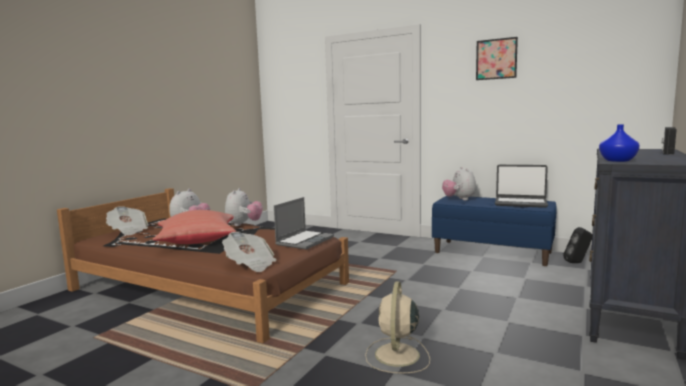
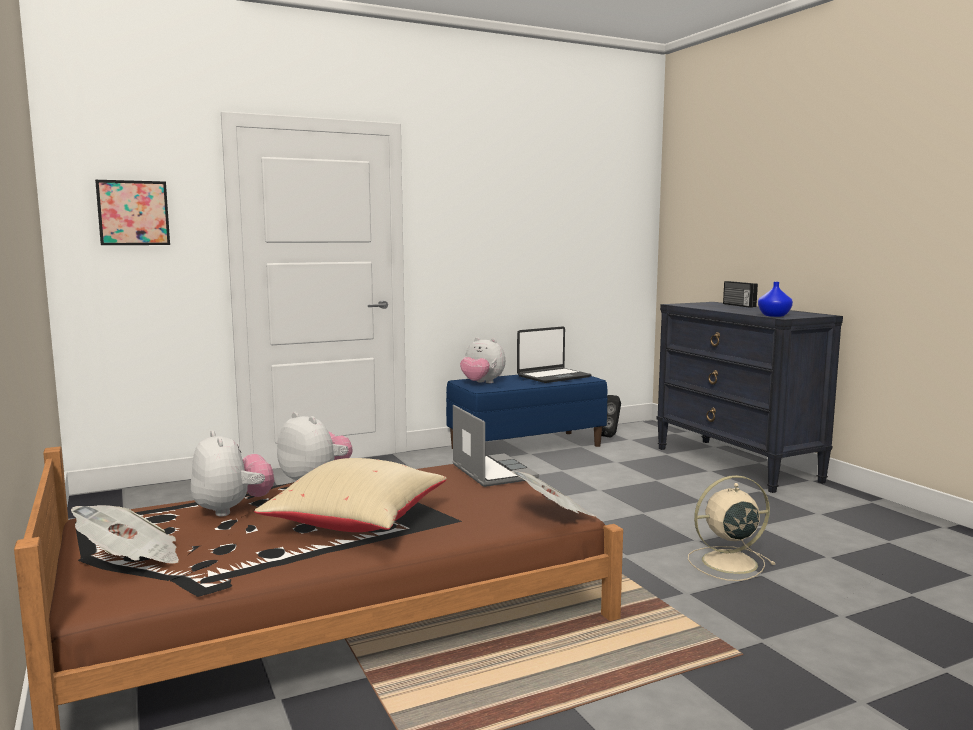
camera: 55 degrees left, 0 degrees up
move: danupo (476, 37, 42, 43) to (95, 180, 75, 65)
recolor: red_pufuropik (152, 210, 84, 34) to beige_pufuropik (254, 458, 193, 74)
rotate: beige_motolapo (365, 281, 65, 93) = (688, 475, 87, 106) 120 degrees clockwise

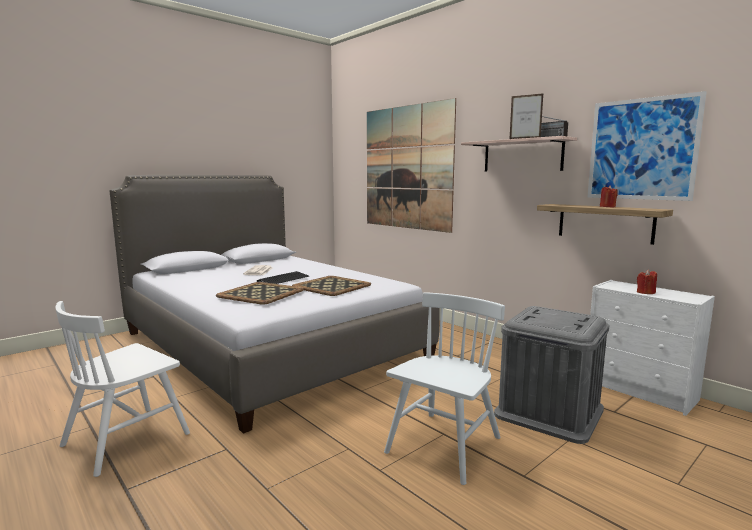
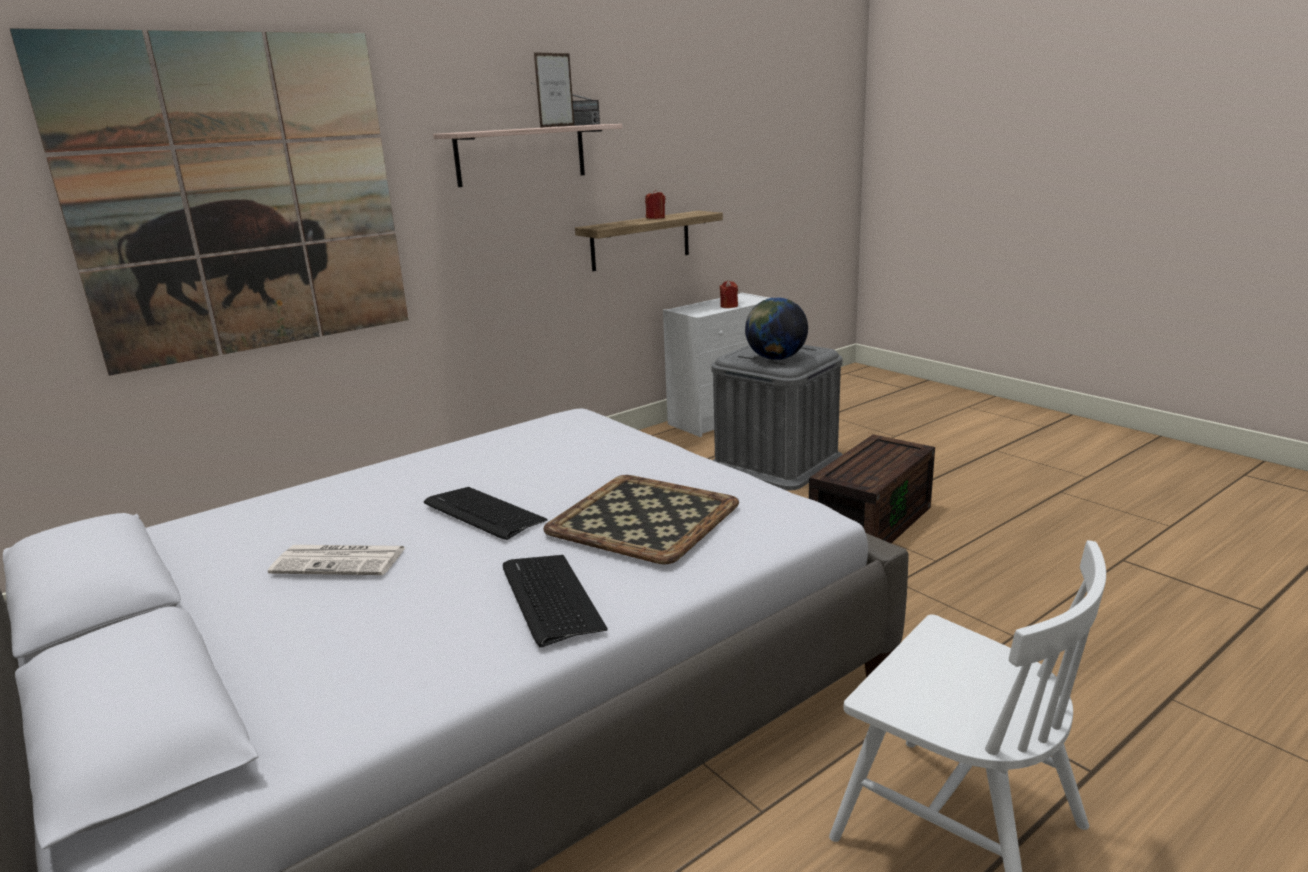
camera: 85 degrees left, 10 degrees up
delete: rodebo (292, 276, 79, 20); danupo (587, 91, 120, 110)
insert: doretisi (503, 555, 105, 92); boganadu (745, 297, 63, 63)
replace: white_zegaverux (384, 292, 121, 193) to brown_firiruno (809, 434, 126, 109)

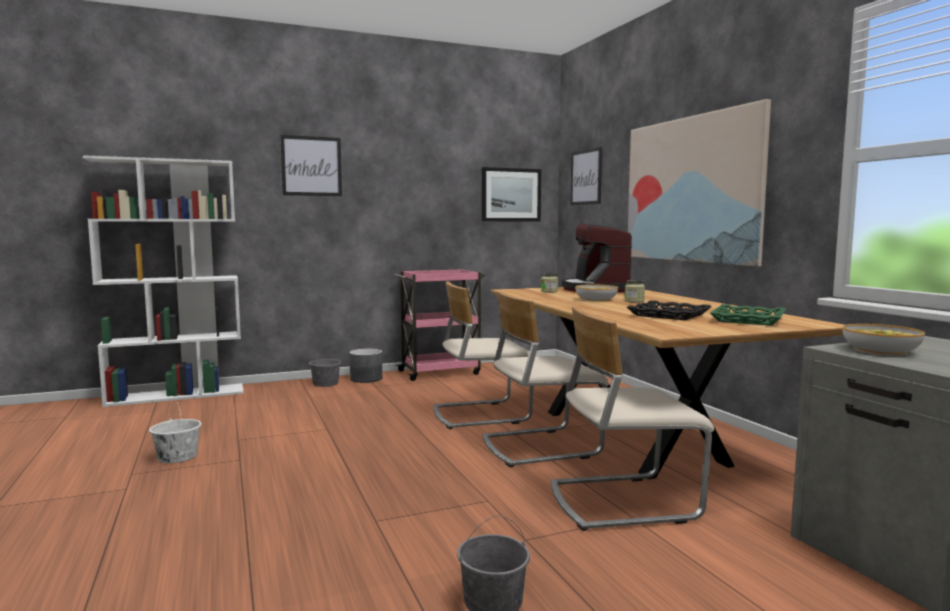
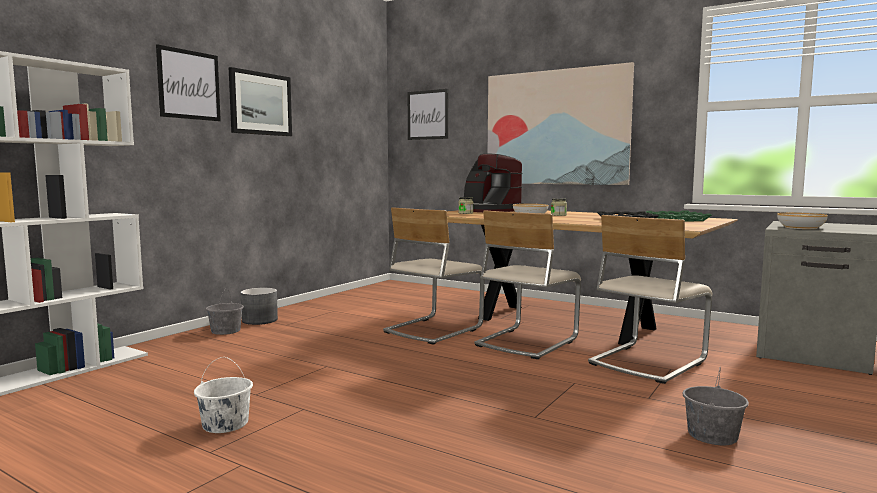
camera: 35 degrees left, 0 degrees up
delete: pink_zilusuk (395, 269, 91, 112)
move: danupo (482, 167, 59, 54) to (229, 67, 63, 69)

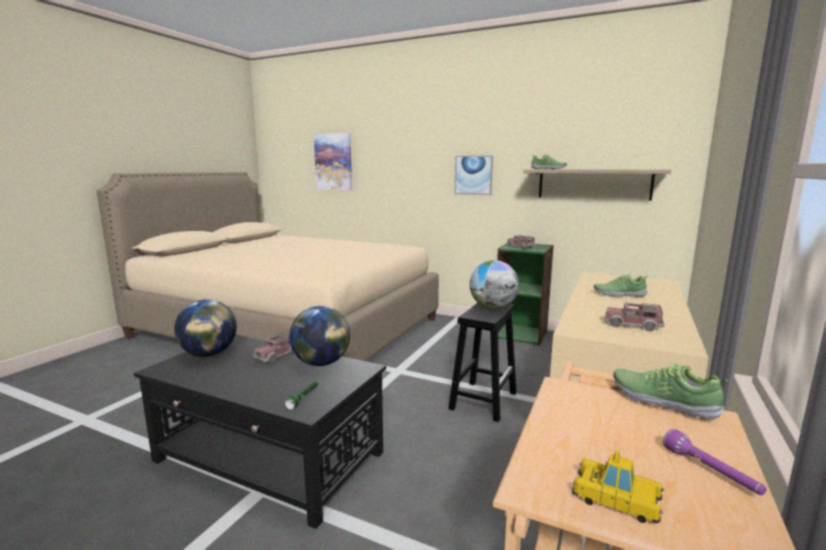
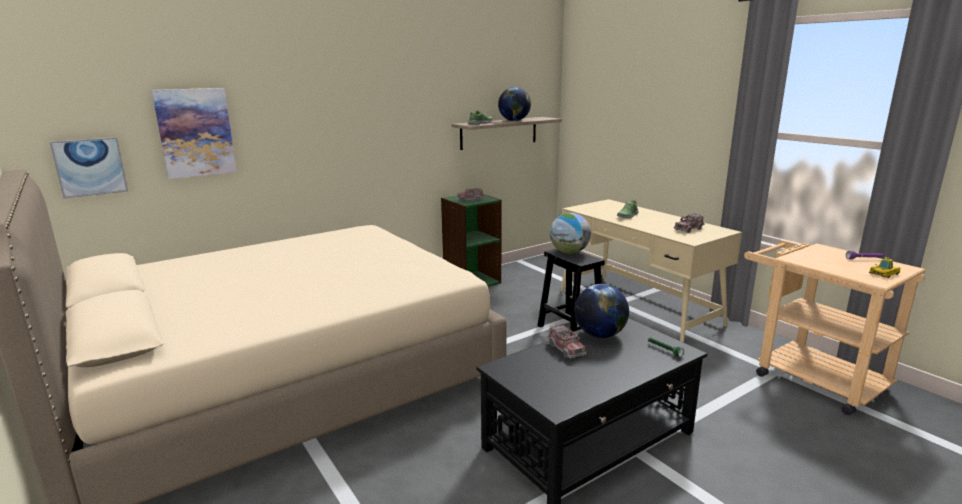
camera: 60 degrees left, 5 degrees up
delete: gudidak (613, 363, 116, 57)
move: boganadu (174, 299, 63, 58) to (498, 87, 33, 34); danupo (455, 155, 38, 40) to (50, 137, 78, 62)

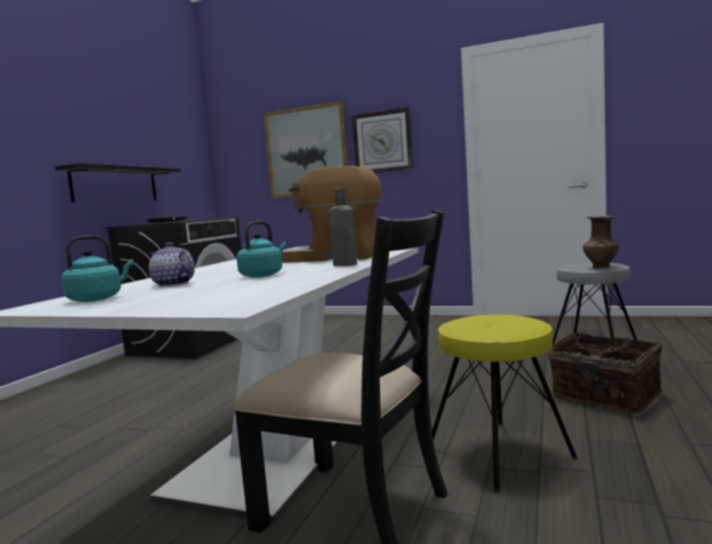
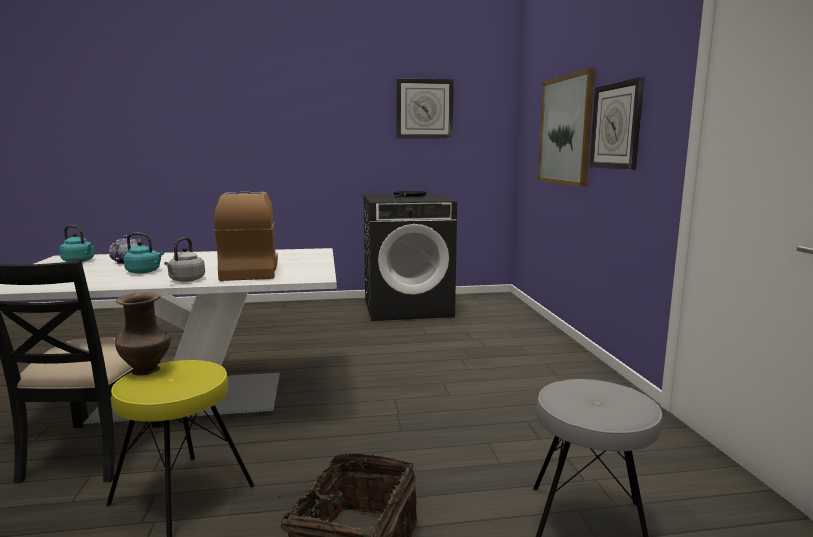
camera: 60 degrees right, 5 degrees up
delete: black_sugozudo (55, 163, 126, 39)
insert: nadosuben (396, 78, 58, 61)
move: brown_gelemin (583, 216, 36, 53) to (115, 292, 56, 83)
replace: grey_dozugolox (329, 187, 28, 79) to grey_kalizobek (164, 237, 41, 45)

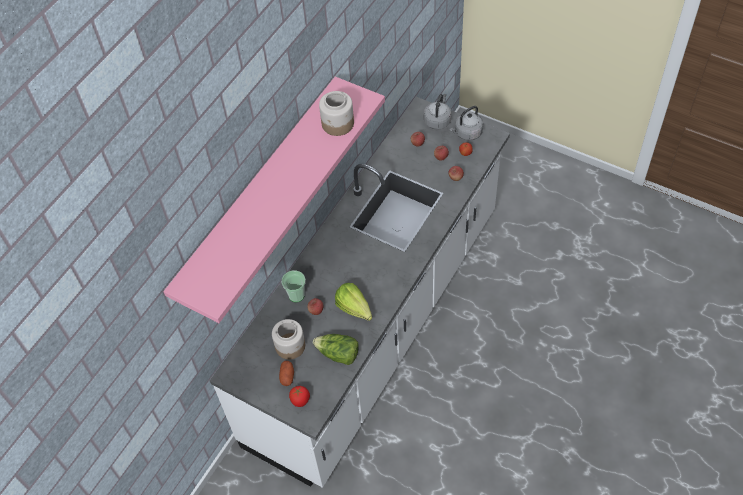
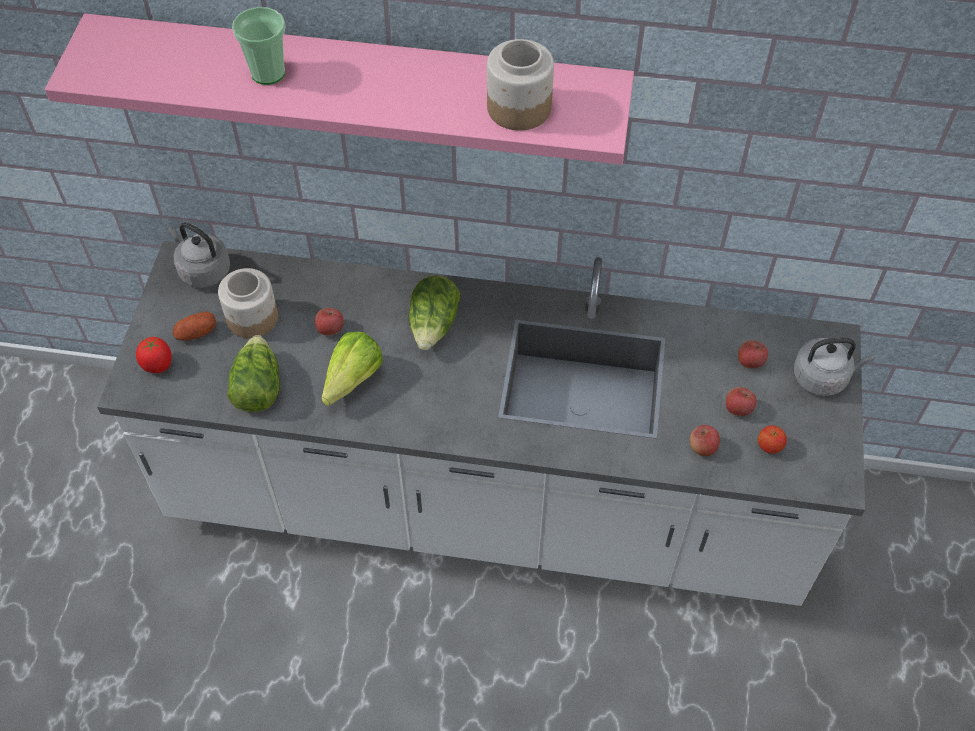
camera: 65 degrees right, 0 degrees up
insert: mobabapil (409, 276, 51, 74)
move: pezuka (282, 271, 24, 31) to (232, 7, 53, 78); grey_kalizobek (450, 106, 33, 35) to (168, 222, 62, 66)

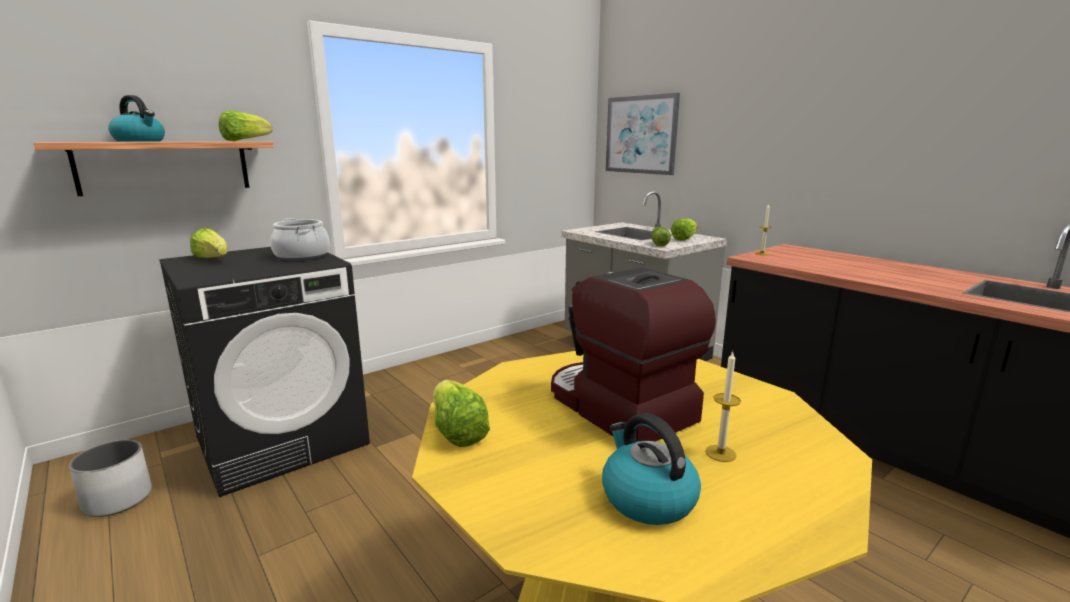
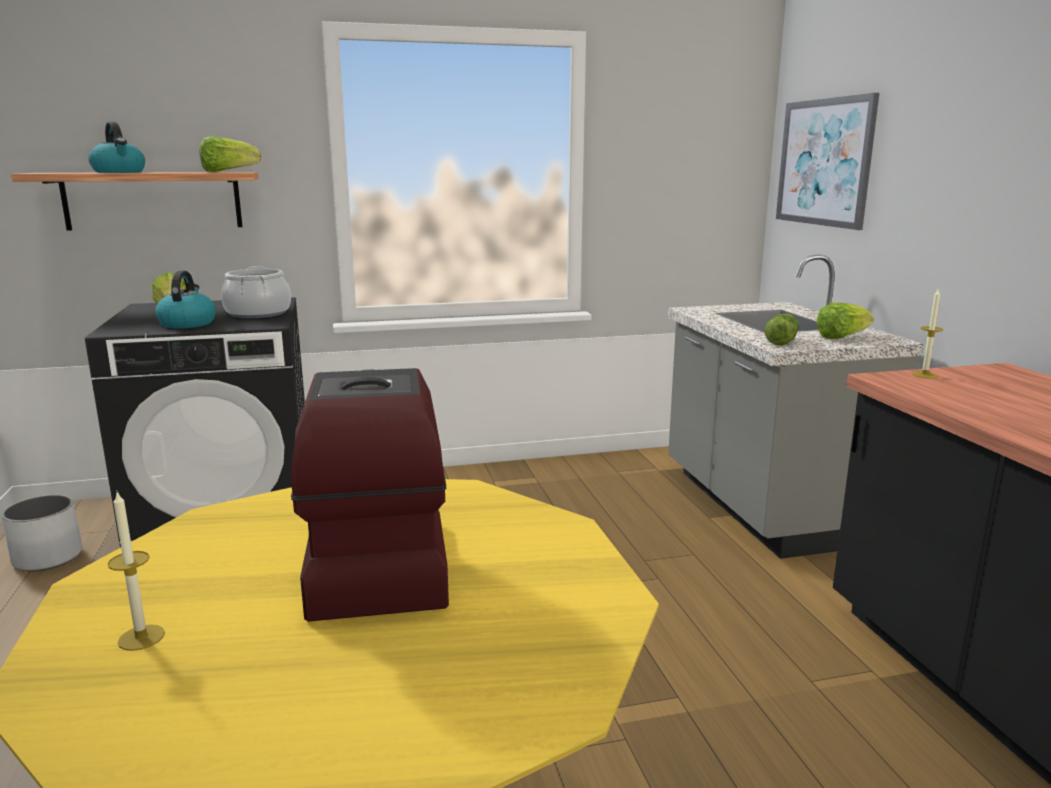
camera: 25 degrees right, 0 degrees up
delete: mobabapil (433, 380, 57, 67)
move: kalizobek (602, 413, 99, 112) to (155, 271, 61, 58); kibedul (705, 351, 36, 111) to (108, 492, 57, 159)

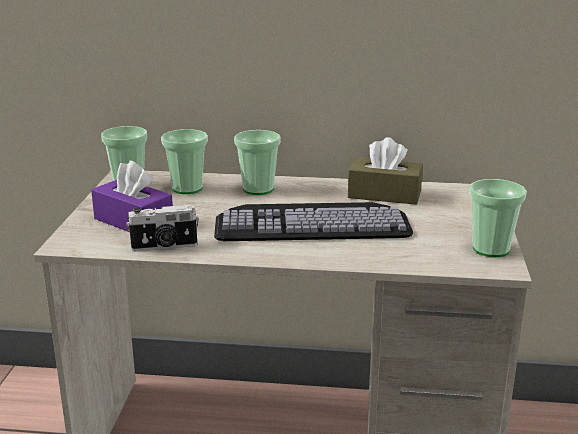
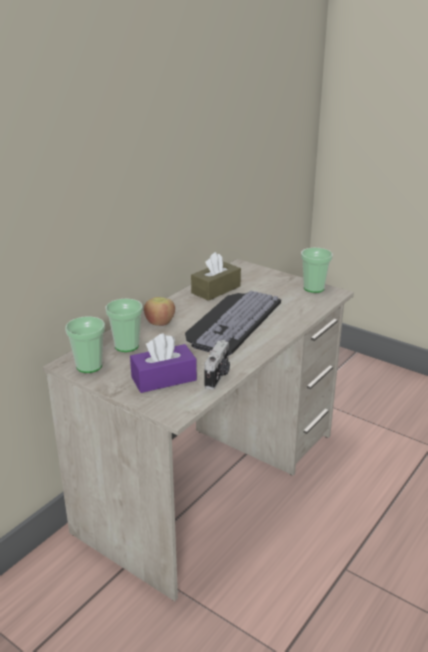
camera: 60 degrees left, 5 degrees up
replace: pezuka (234, 130, 47, 65) to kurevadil (144, 297, 31, 29)

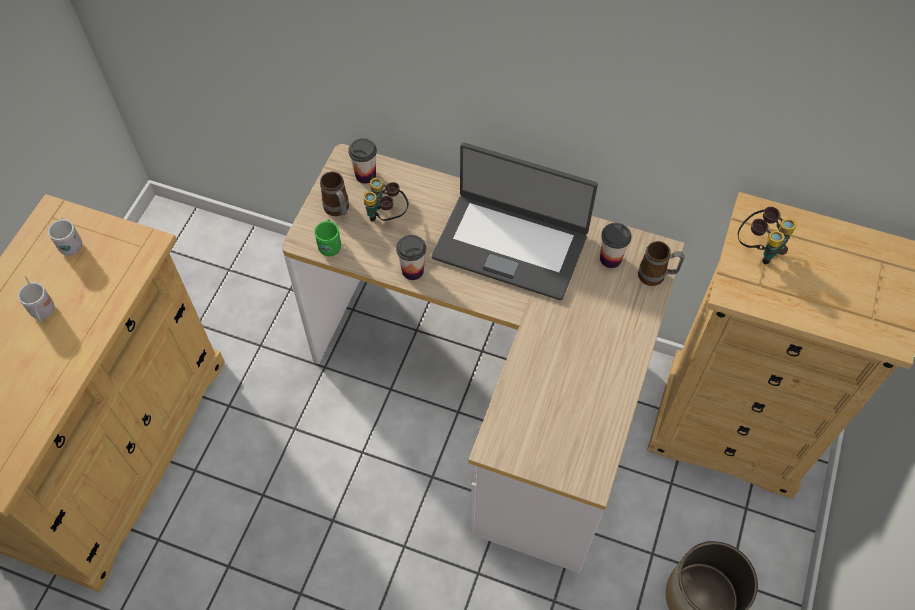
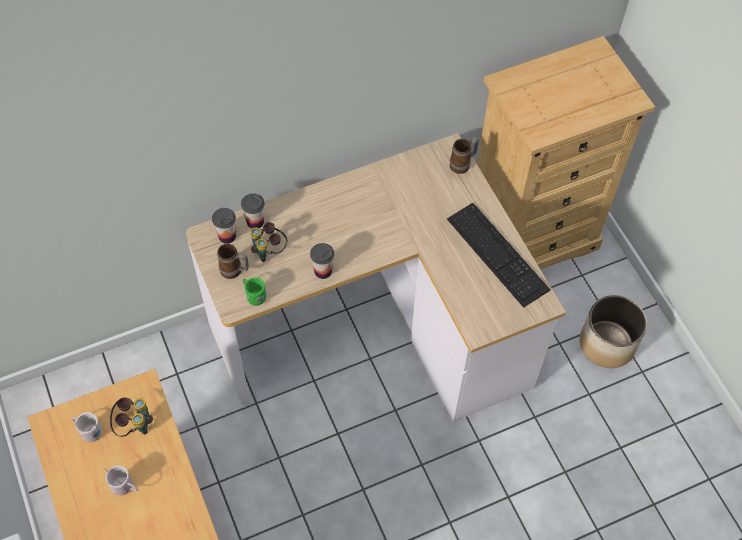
camera: 45 degrees left, 0 degrees up
delete: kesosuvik (432, 143, 166, 157)
insert: doretisi (447, 203, 103, 105)
move: pezuka (600, 223, 32, 45) to (241, 193, 24, 36); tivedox (738, 207, 59, 57) to (110, 397, 43, 40)

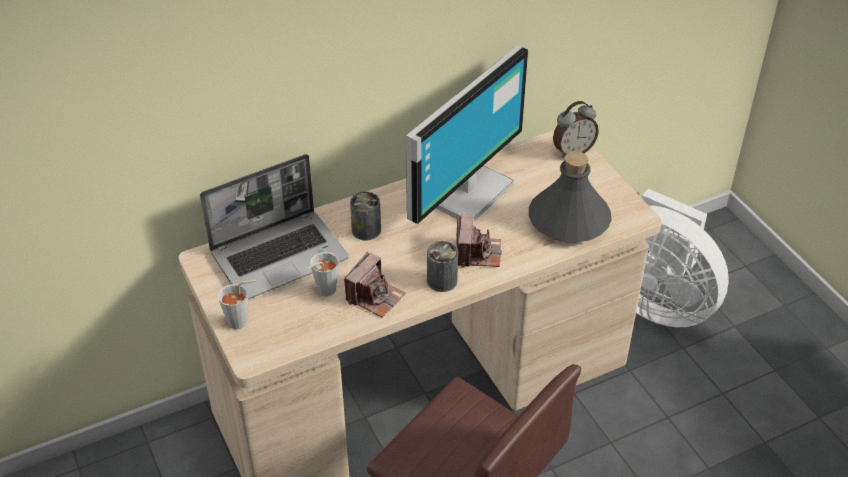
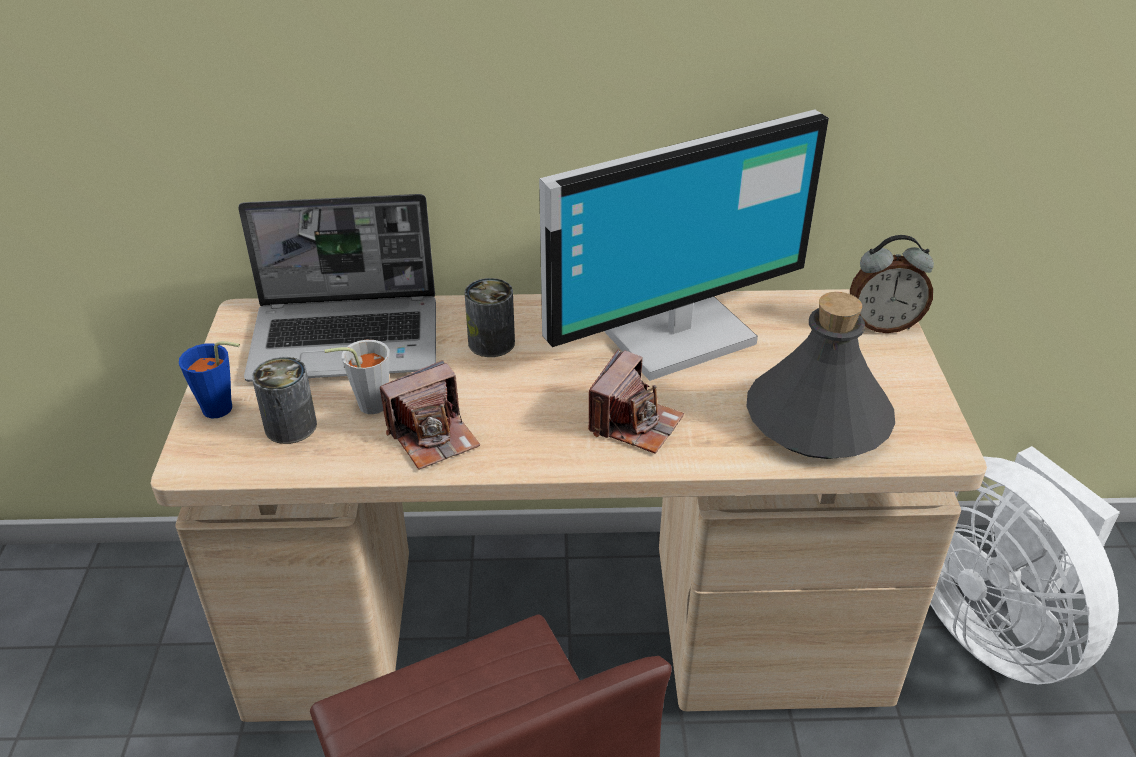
camera: 25 degrees right, 5 degrees down
move: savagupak (427, 241, 31, 51) to (252, 357, 65, 87)
recolor: grey_pezuka (218, 280, 38, 49) to blue_pezuka (179, 341, 61, 77)

